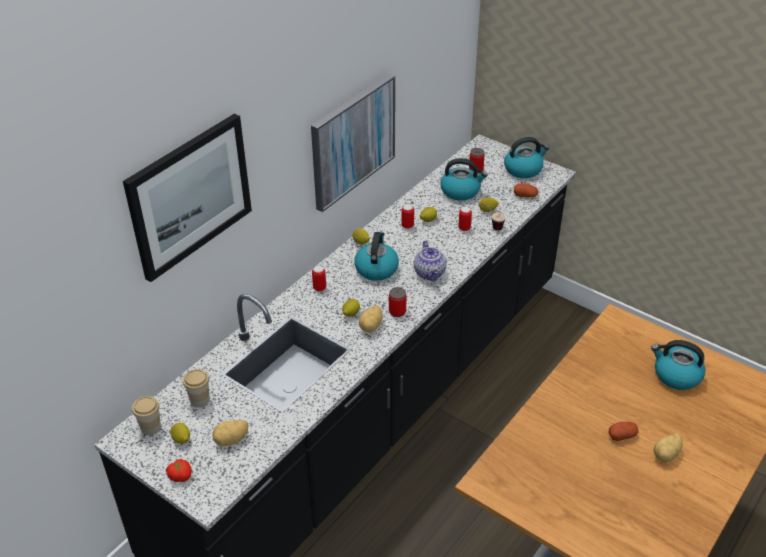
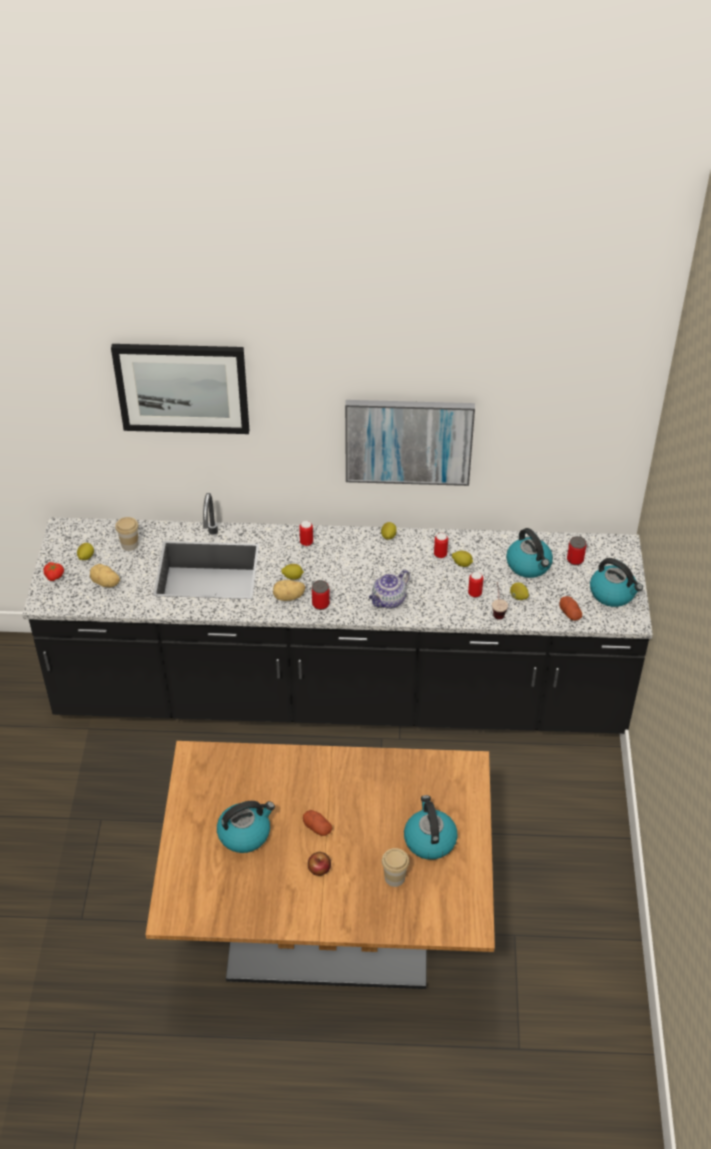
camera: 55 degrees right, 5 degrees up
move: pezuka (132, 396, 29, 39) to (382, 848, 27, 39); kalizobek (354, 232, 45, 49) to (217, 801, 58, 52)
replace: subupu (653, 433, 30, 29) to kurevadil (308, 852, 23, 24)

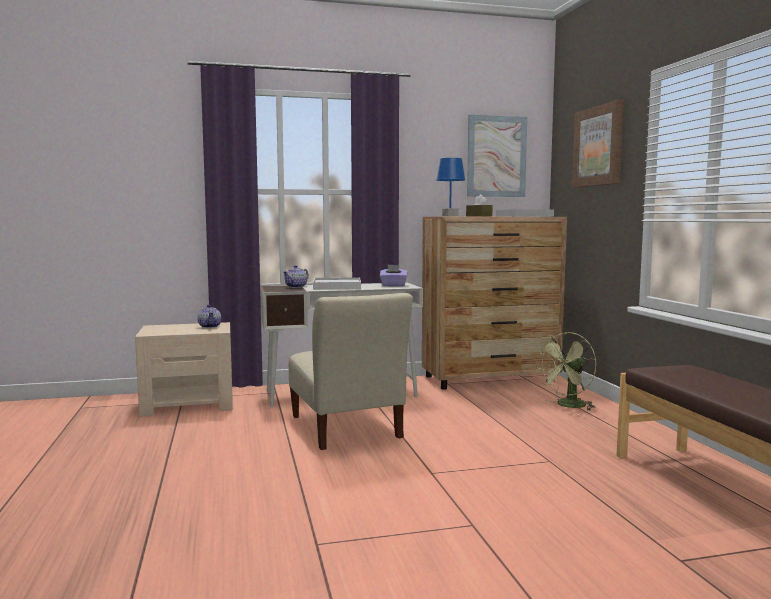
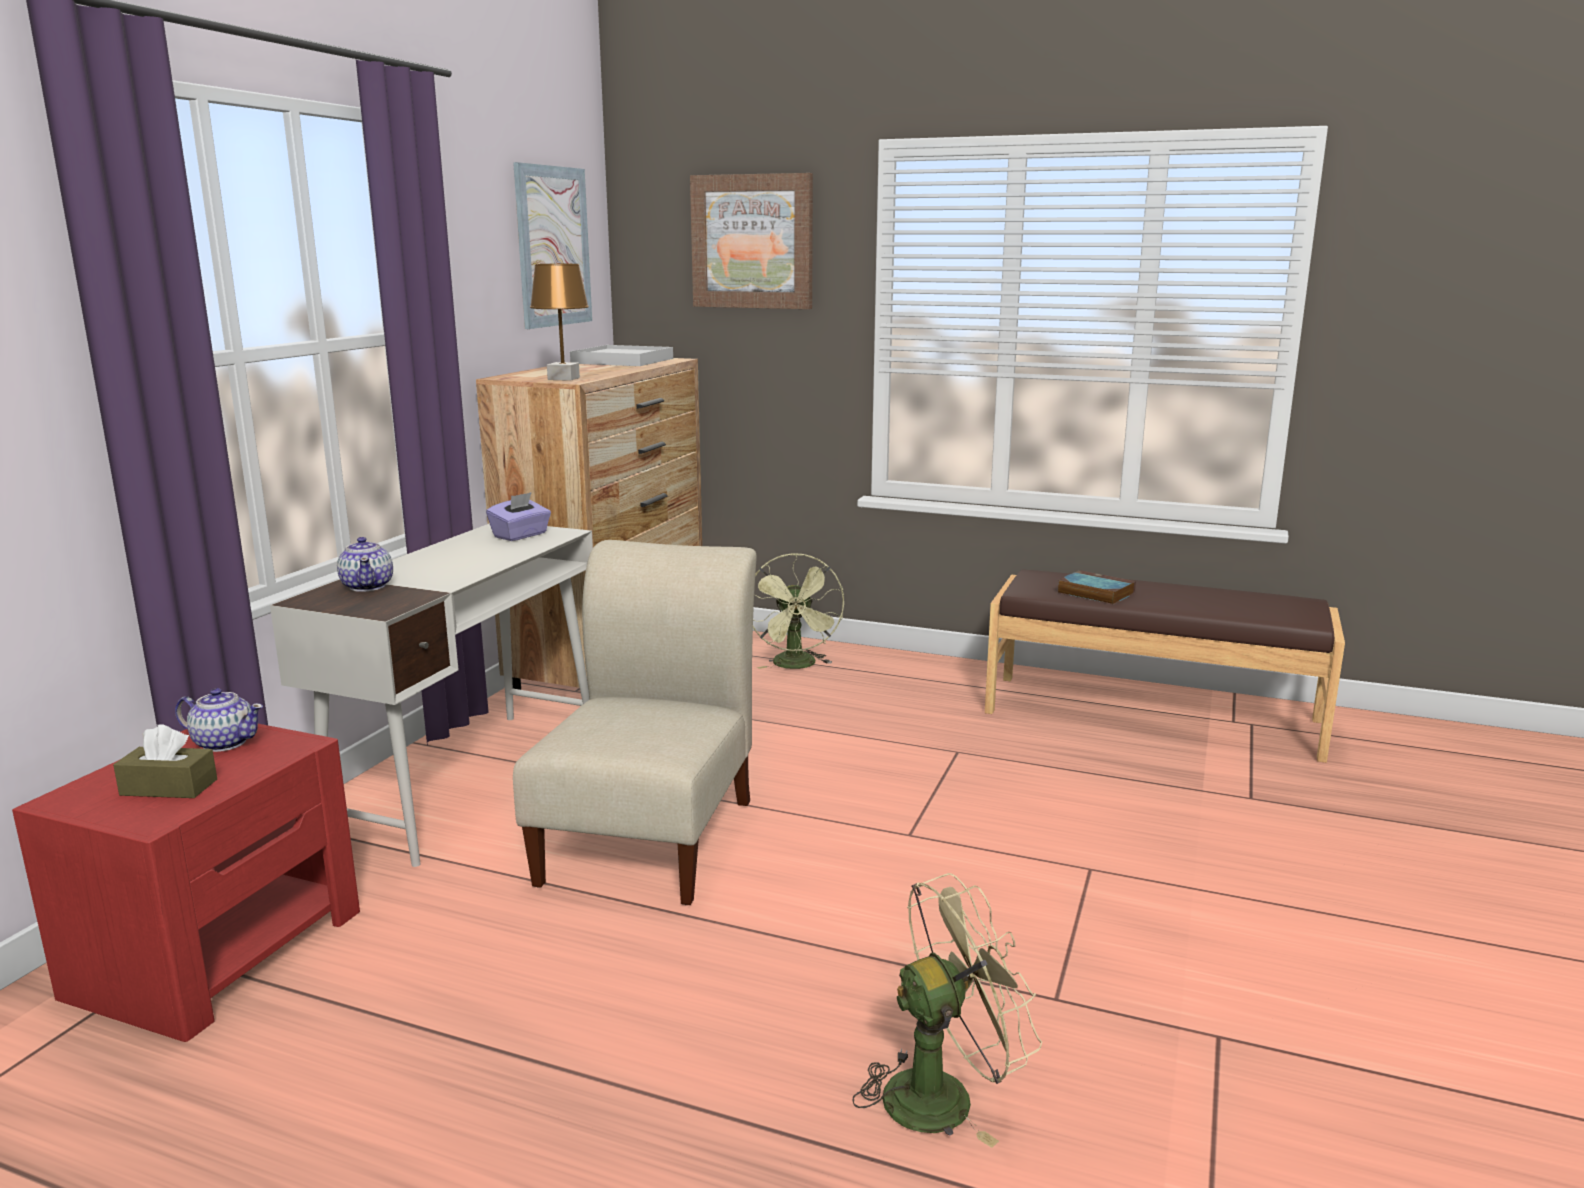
camera: 55 degrees left, 10 degrees up
delete: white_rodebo (313, 277, 48, 13)
insert: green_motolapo (852, 873, 190, 275); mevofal (1057, 570, 79, 35)
move: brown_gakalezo (466, 194, 27, 22) to (113, 724, 104, 74)
recolor: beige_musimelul (135, 322, 98, 95) to red_musimelul (12, 724, 348, 318); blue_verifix (436, 158, 29, 58) to brown_verifix (530, 264, 59, 117)
rotate: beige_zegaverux (289, 293, 124, 157) = (513, 540, 244, 365) 90 degrees counterclockwise

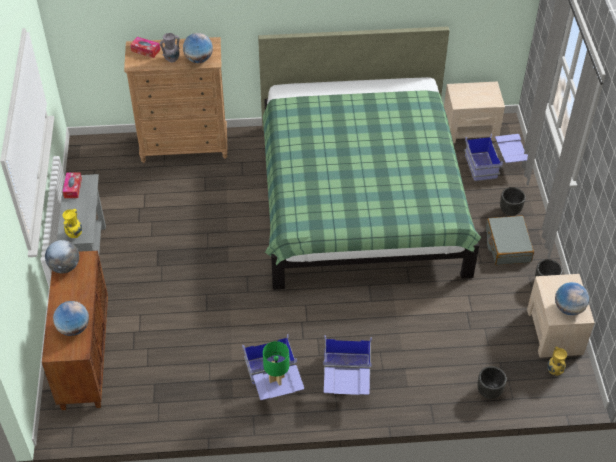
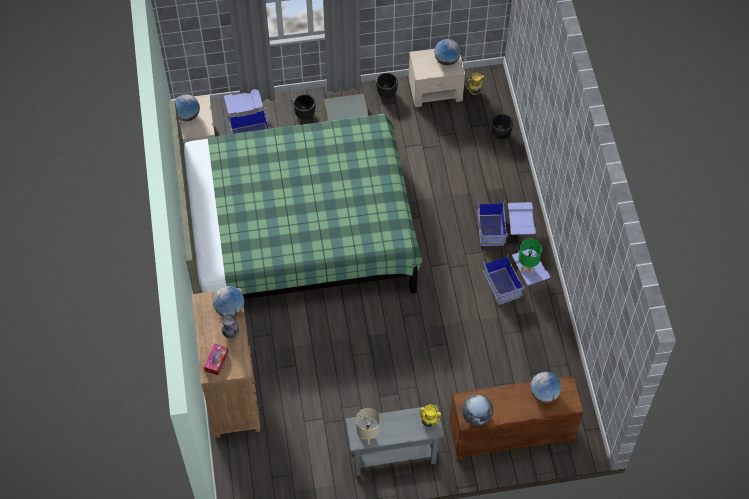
camera: 95 degrees left, 10 degrees up
insert: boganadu (175, 94, 25, 27)
replace: gakalezo (63, 172, 19, 26) to beige_verifix (356, 408, 24, 37)

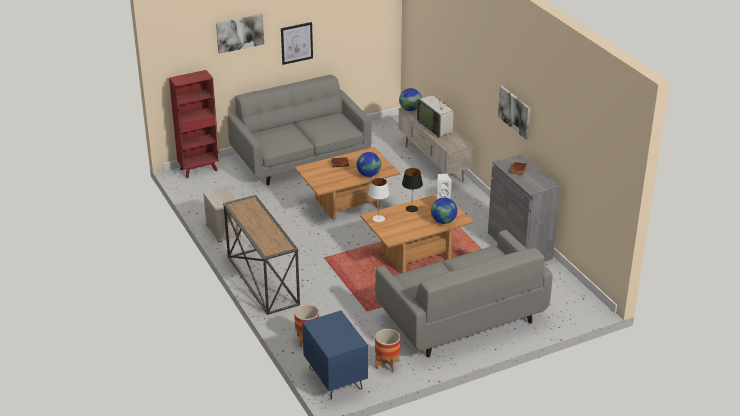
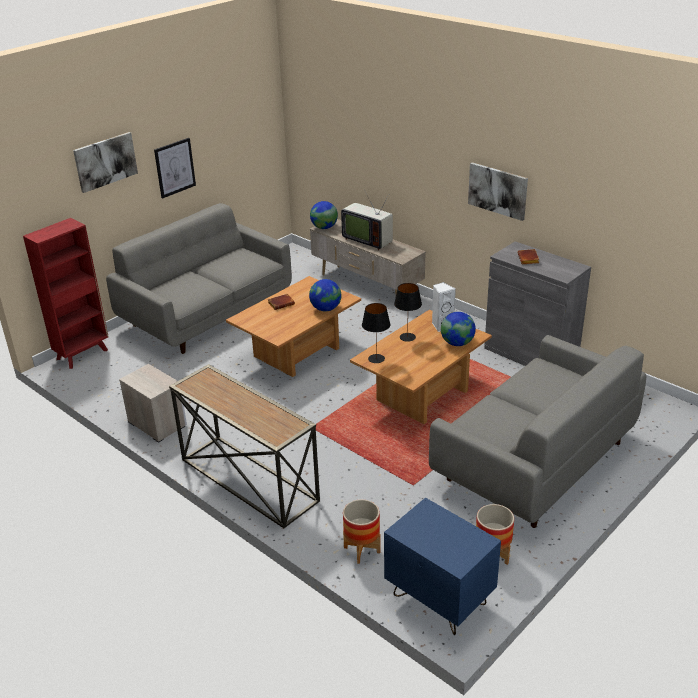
camera: 20 degrees left, 0 degrees up
recolor: white_verifix (368, 178, 22, 44) to black_verifix (362, 303, 29, 60)

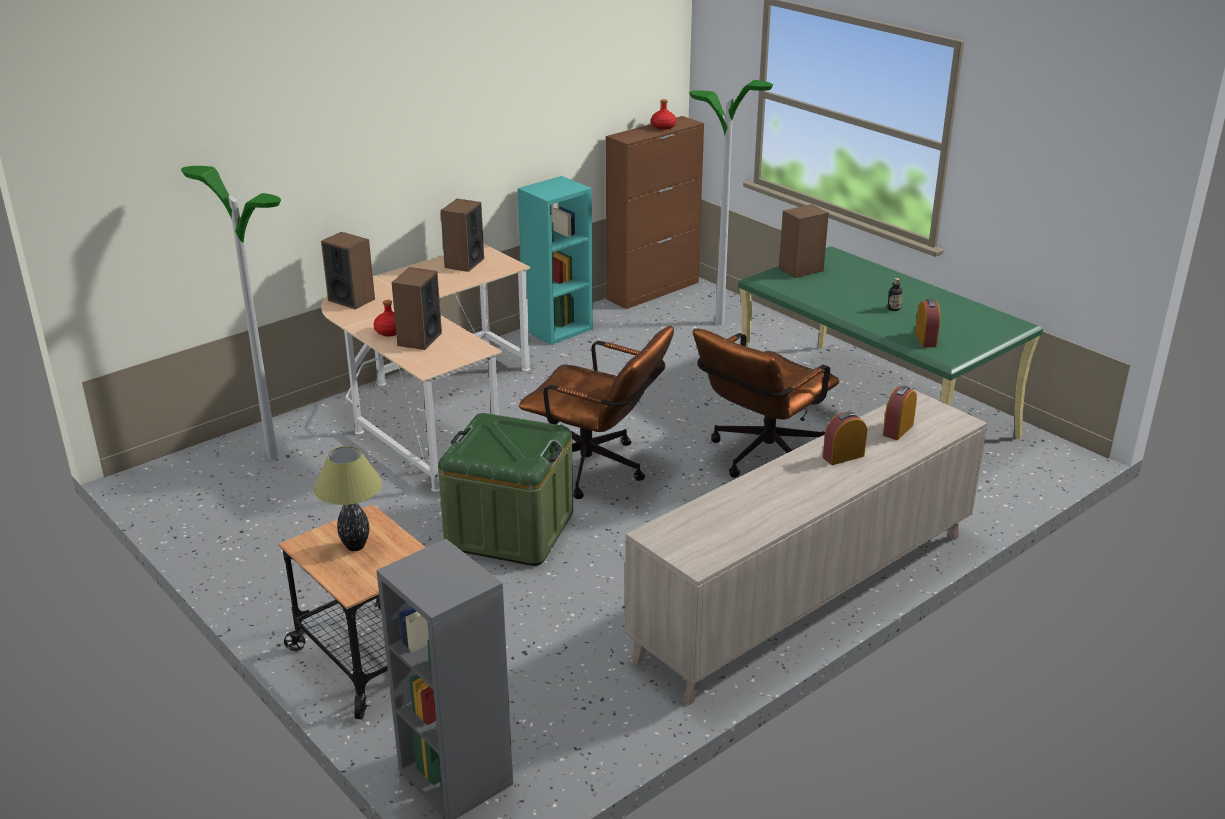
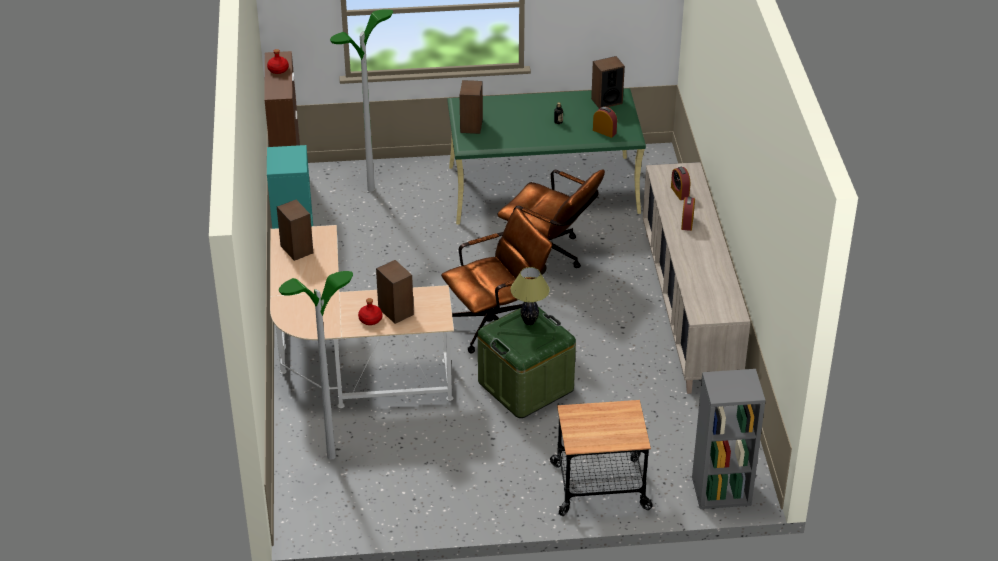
camera: 55 degrees left, 10 degrees up
move: verifix (314, 446, 68, 105) to (510, 267, 40, 58); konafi (321, 232, 54, 78) to (591, 56, 34, 53)
rotate: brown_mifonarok (693, 329, 146, 149) = (497, 169, 108, 99) 45 degrees counterclockwise

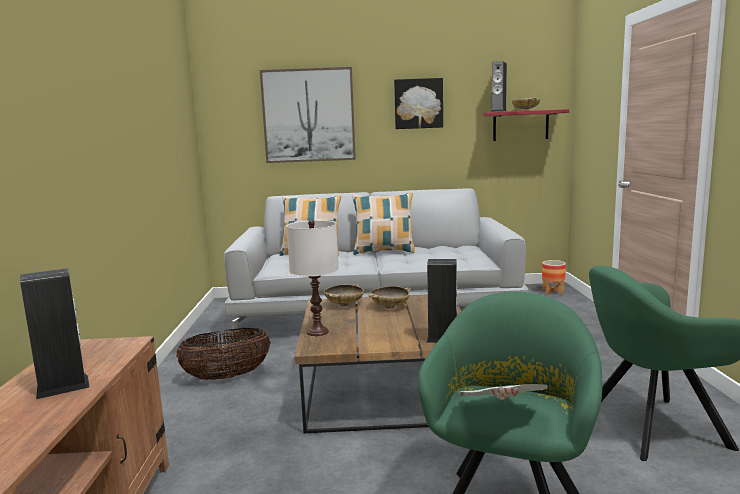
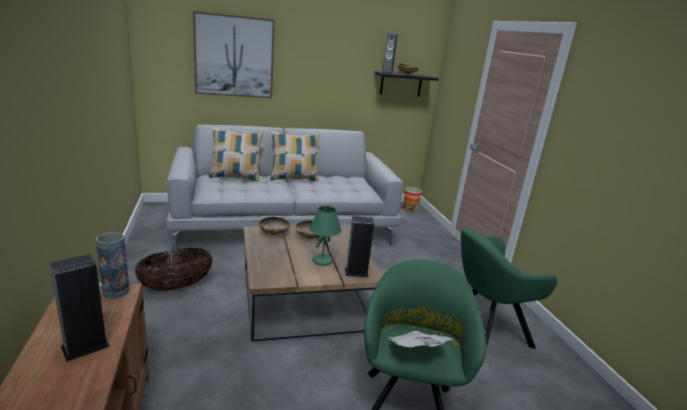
camera: 15 degrees left, 10 degrees up
delete: white_verifix (287, 220, 52, 116); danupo (394, 78, 49, 51)
insert: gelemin (96, 232, 34, 67); green_verifix (309, 206, 32, 60)
recolor: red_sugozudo (483, 109, 86, 32) to black_sugozudo (375, 71, 64, 26)

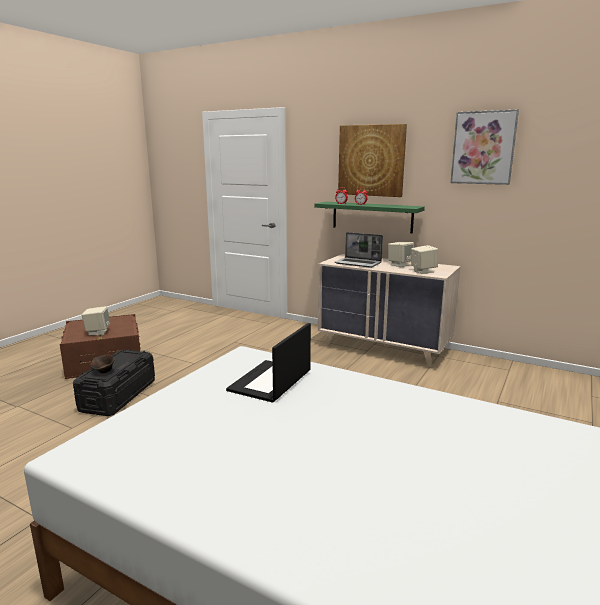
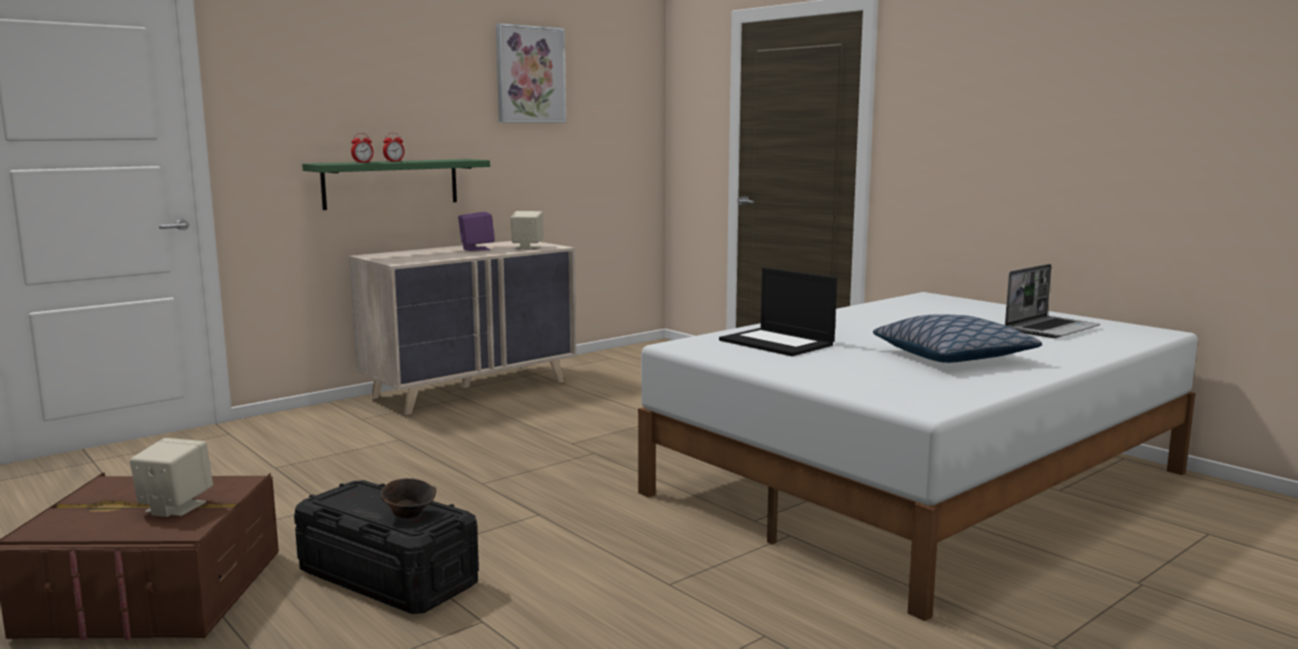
camera: 70 degrees left, 5 degrees down
delete: danupo (338, 124, 69, 73)
insert: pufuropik (873, 314, 169, 49)
move: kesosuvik (334, 232, 49, 36) to (1005, 264, 95, 74)
recolor: beige_konafi (388, 242, 26, 25) to purple_konafi (458, 212, 37, 39)

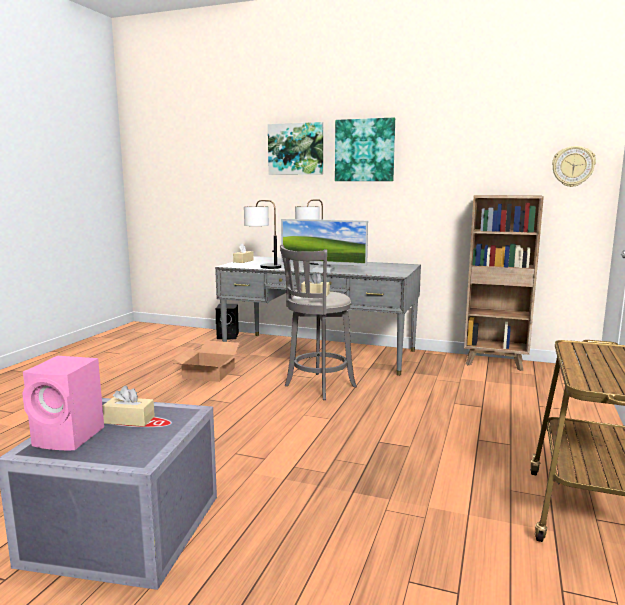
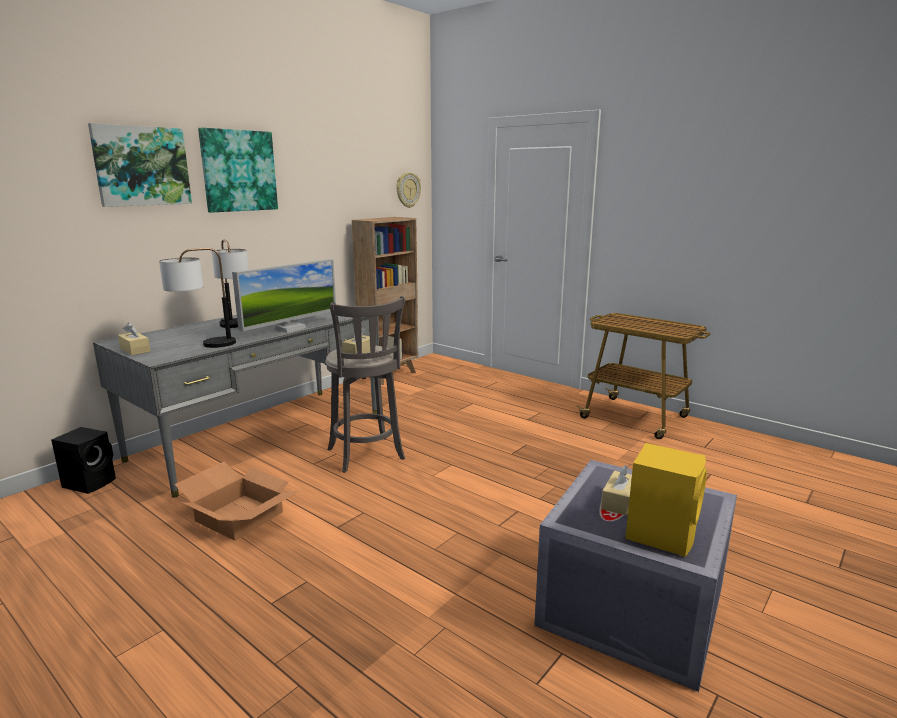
camera: 70 degrees left, 5 degrees up
recolor: pink_konafi (22, 356, 82, 94) to yellow_konafi (625, 443, 82, 114)

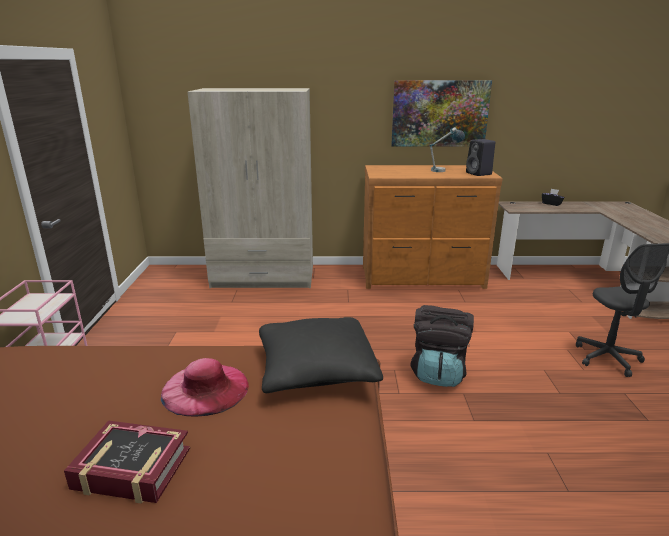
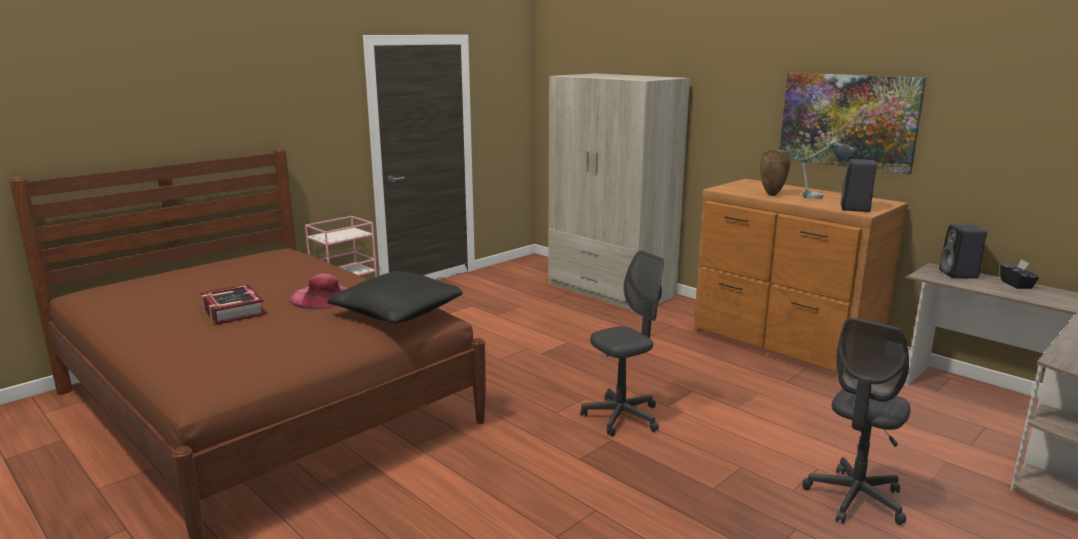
camera: 45 degrees right, 5 degrees down
insert: brown_gelemin (760, 150, 31, 46); black_konafi (939, 225, 48, 54)
replace: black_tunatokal (411, 305, 63, 82) to grey_mifonarok (580, 250, 84, 187)

